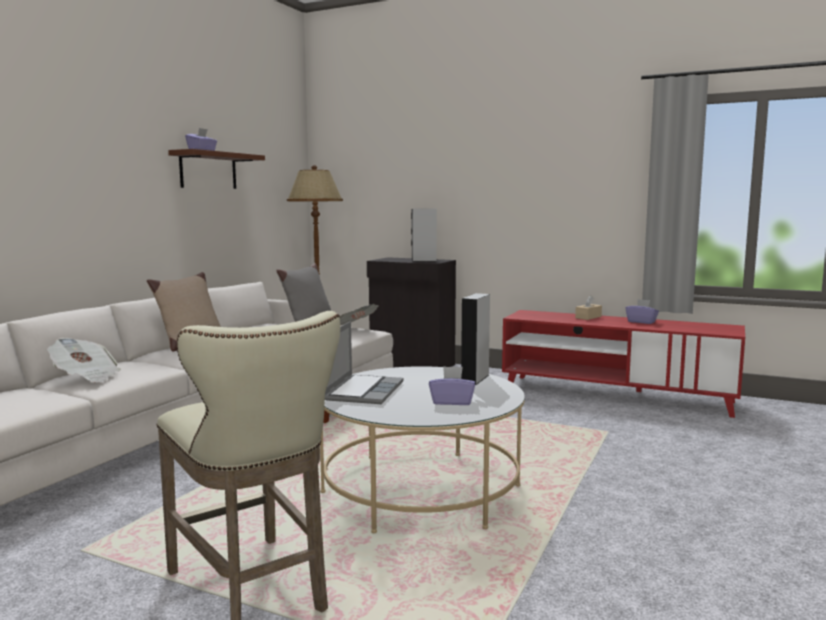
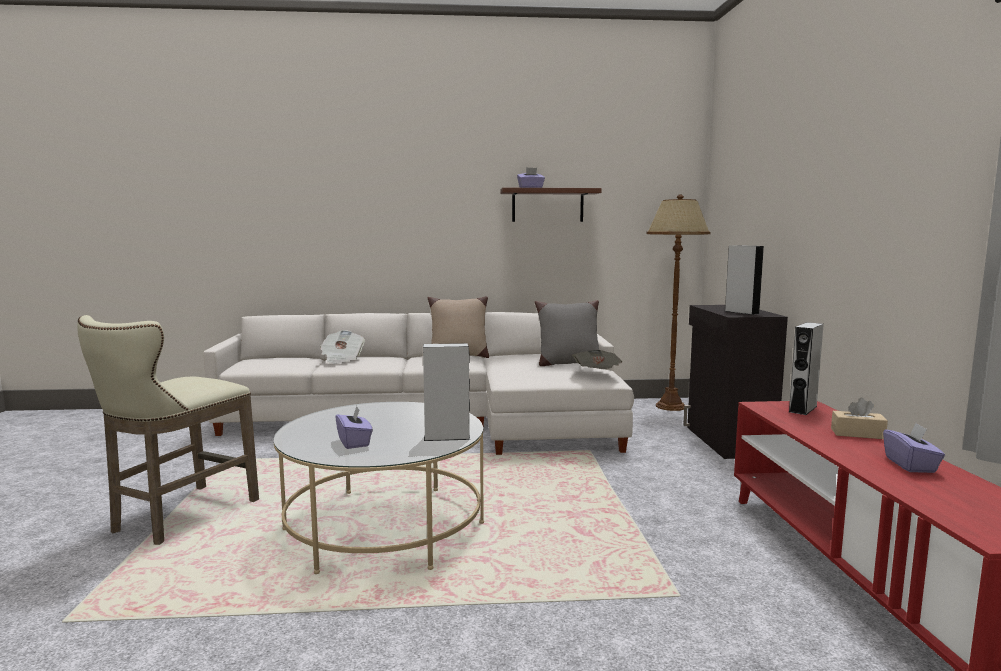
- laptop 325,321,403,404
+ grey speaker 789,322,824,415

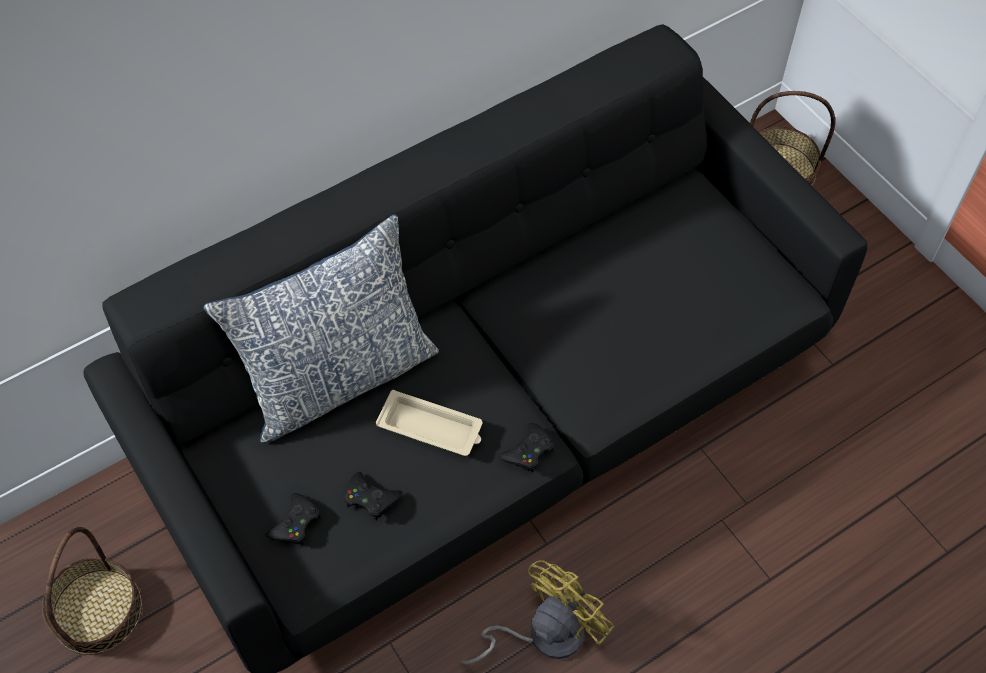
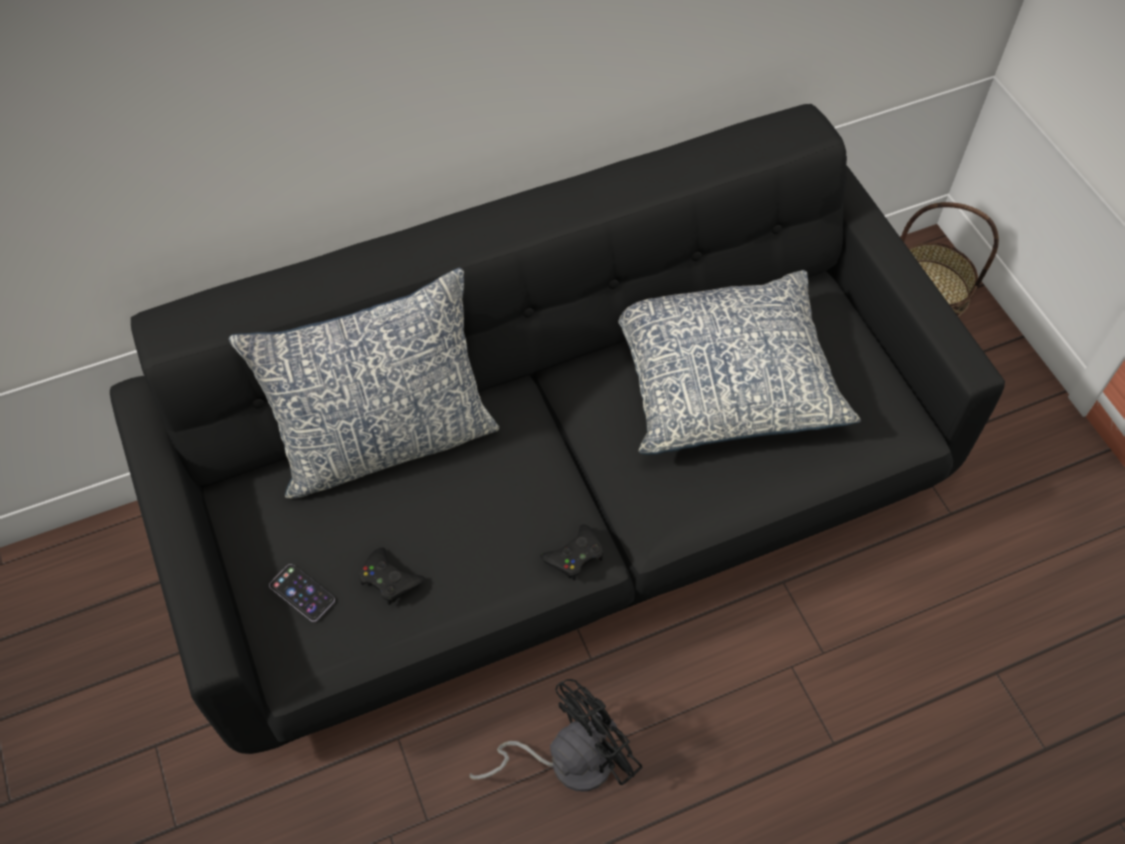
- beige tray 376,390,483,456
~ black game controller 265,493,321,545 to phone 269,564,335,622
- basket 42,527,143,655
~ yellow fan 461,560,614,665 to black fan 469,679,643,792
+ pillow 619,270,861,455

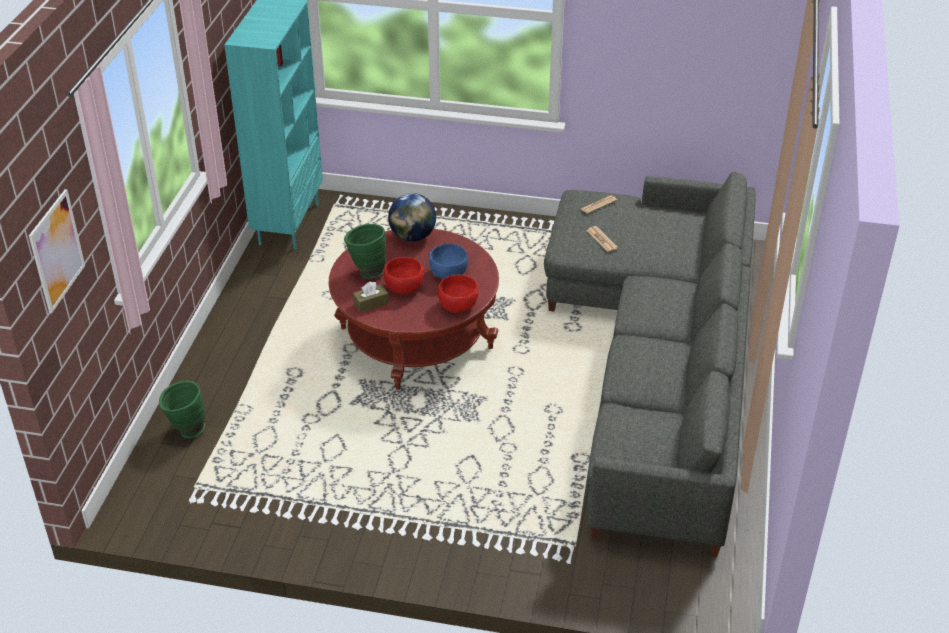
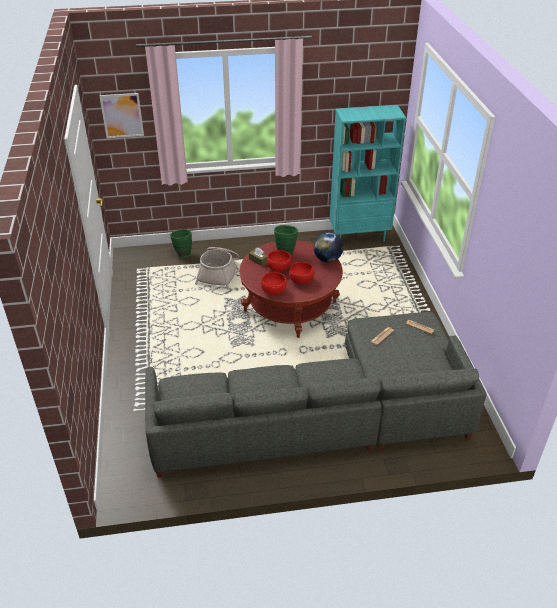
~ blue bowl 429,243,468,279 to red bowl 289,262,314,284
+ basket 195,247,239,290

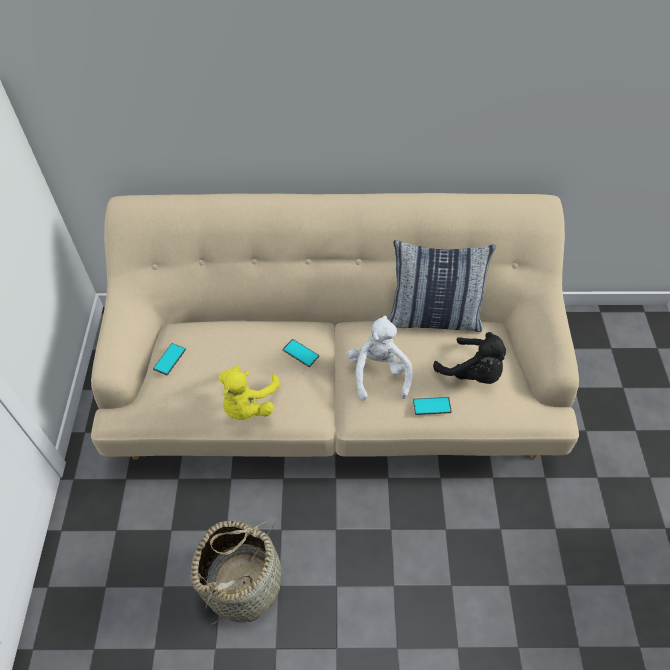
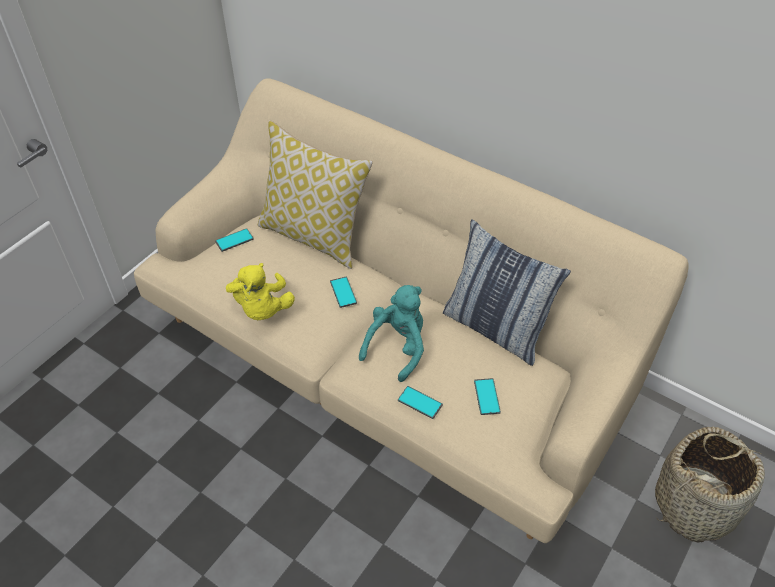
~ white plush toy 347,316,413,401 to turquoise plush toy 359,285,424,382
~ black plush toy 433,332,506,384 to phone 474,378,501,415
~ yellow plush toy 219,365,281,420 = 226,263,295,320 60 degrees counterclockwise
~ basket 190,520,281,625 to 655,427,765,542
+ pillow 258,121,373,269

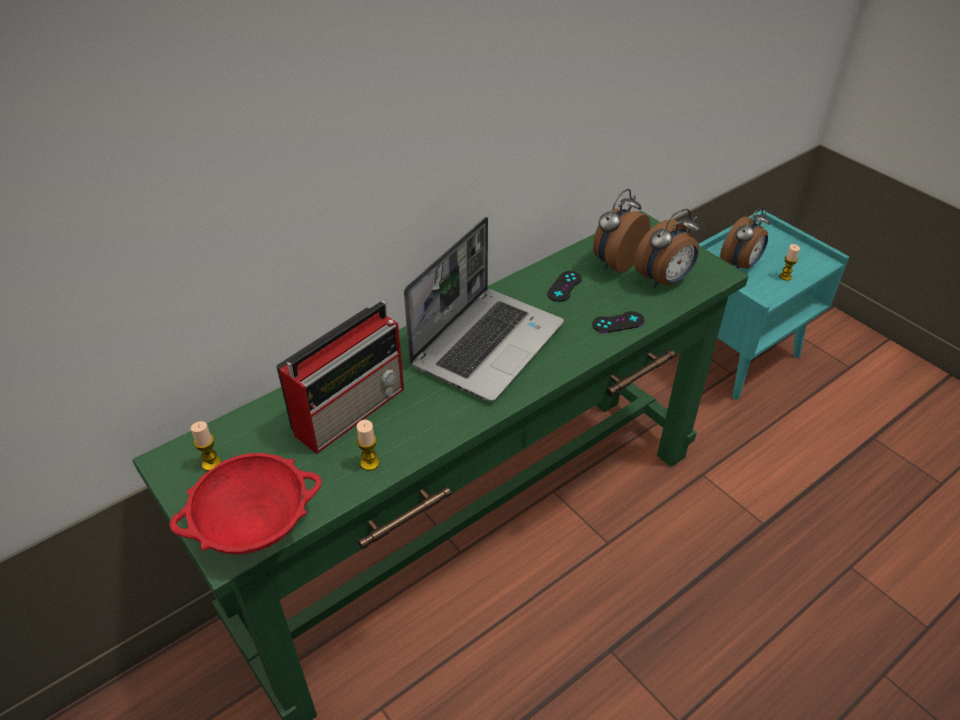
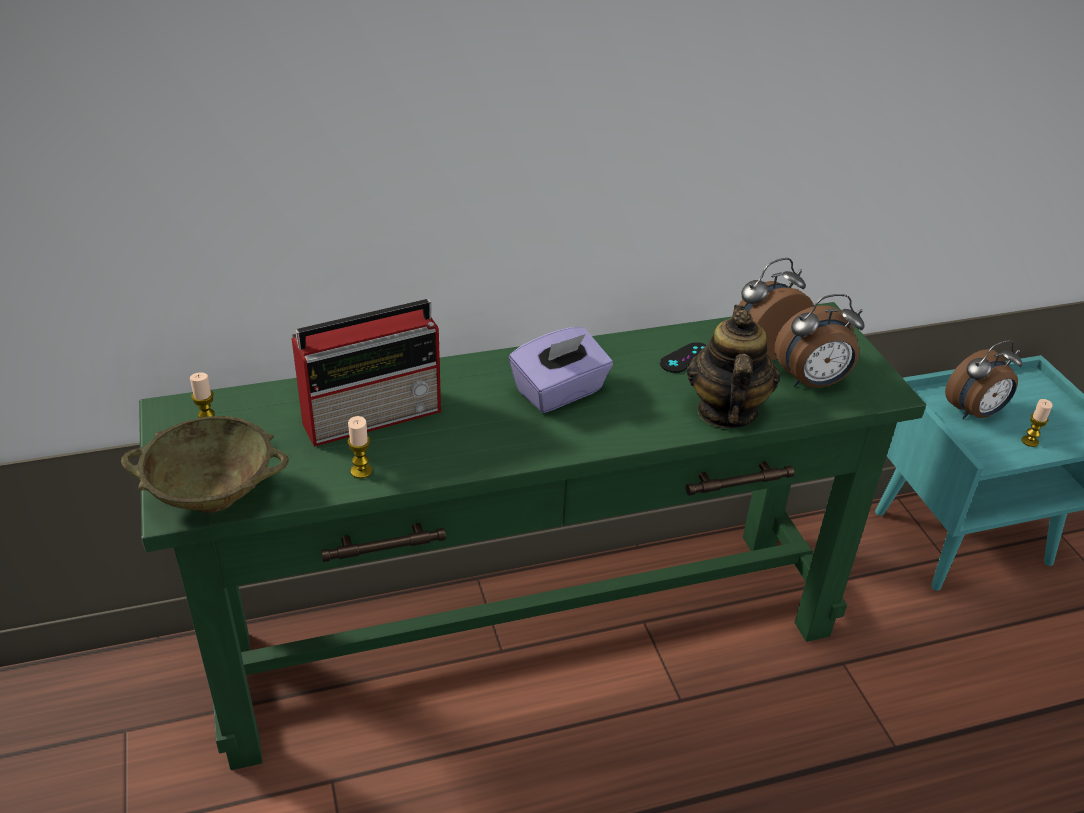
~ laptop 404,217,564,402 to purple tissue box 509,327,613,413
~ black game controller 592,311,645,333 to teapot 687,305,780,428
~ red bowl 169,453,322,554 to beige bowl 121,416,289,513

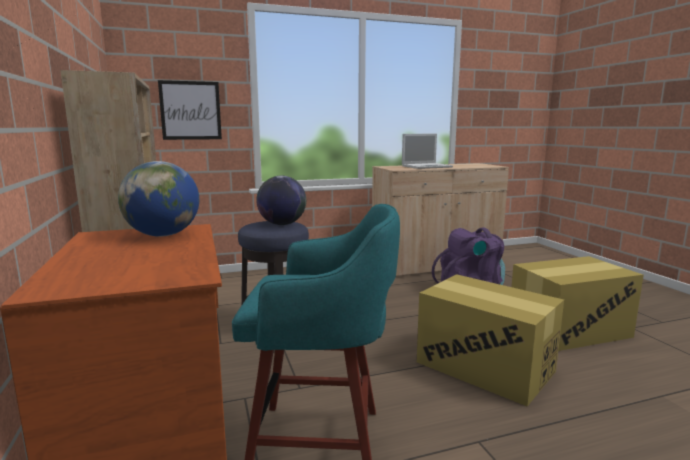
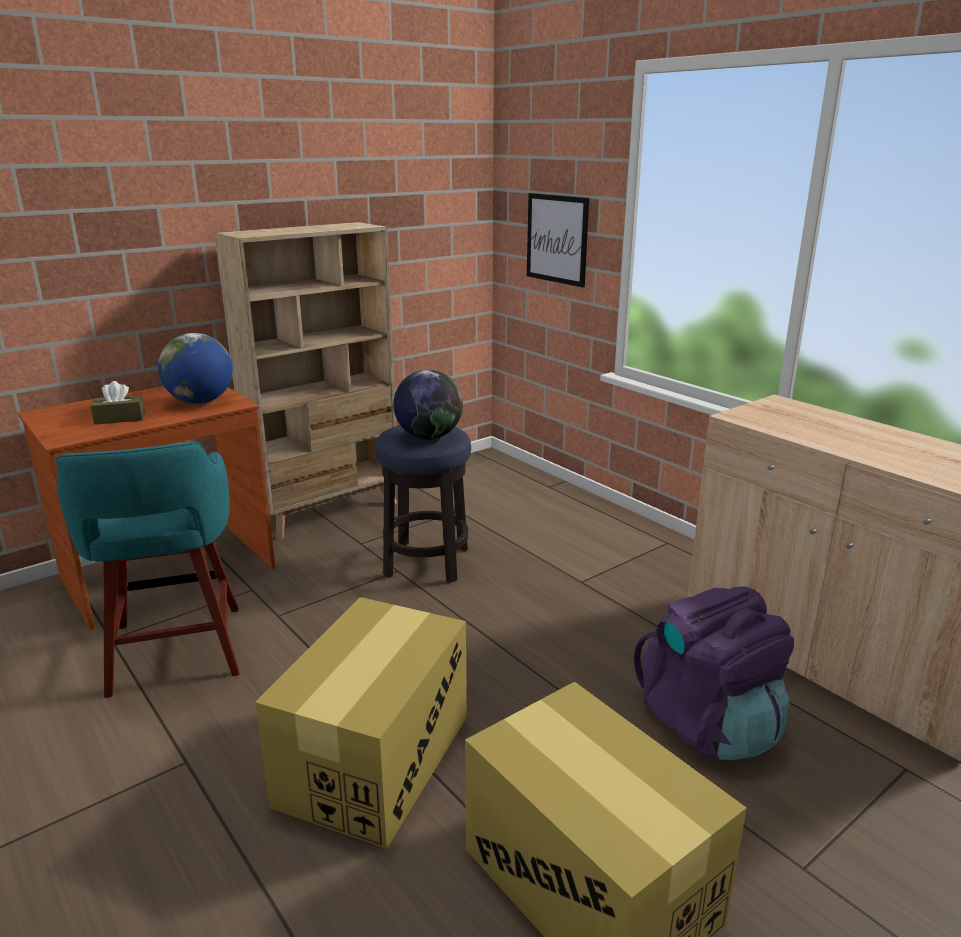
- laptop 402,134,453,169
+ brown tissue box 90,381,145,425

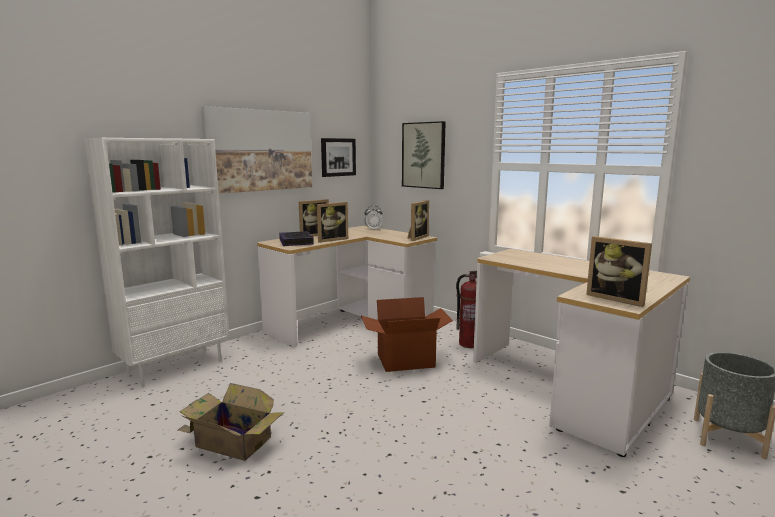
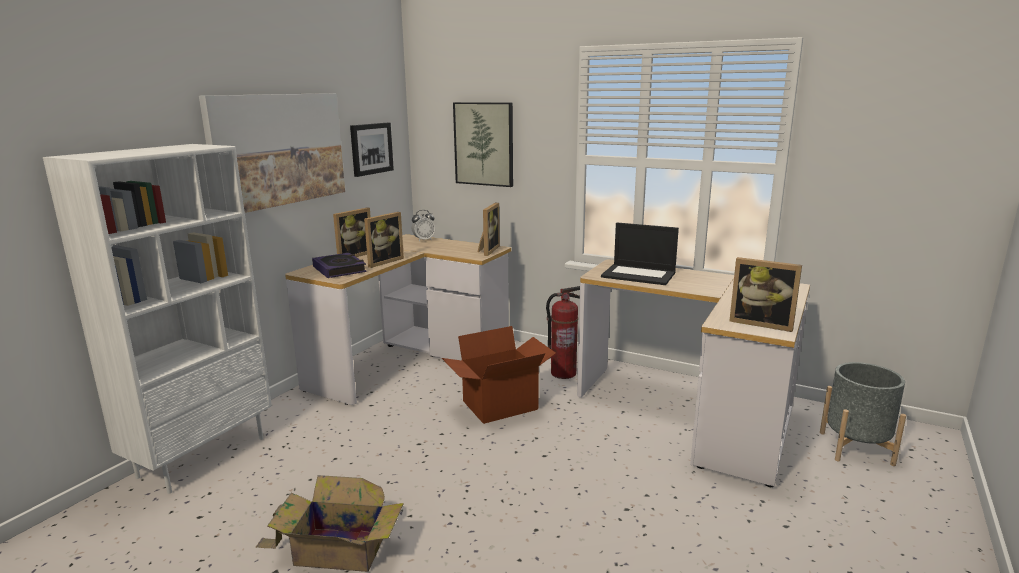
+ laptop 601,223,679,285

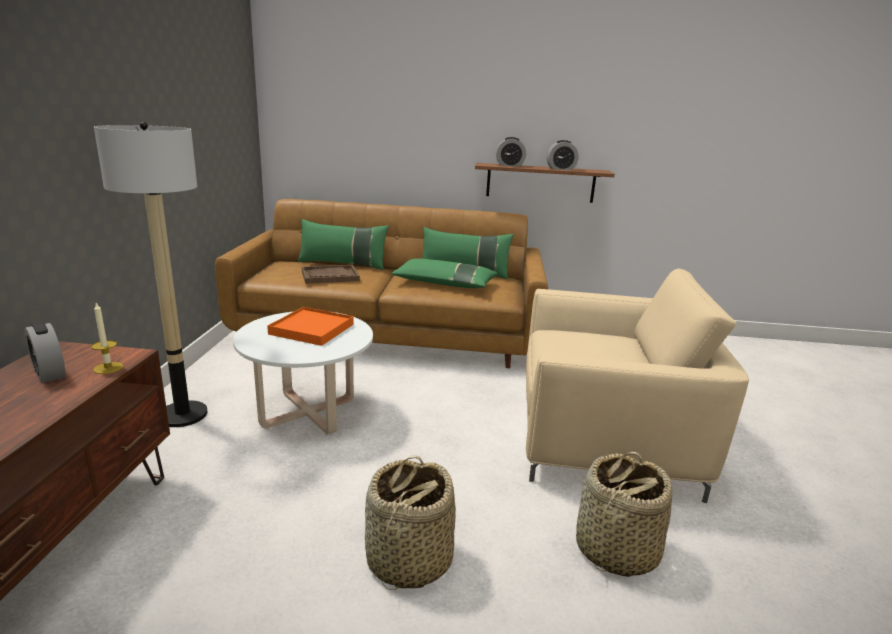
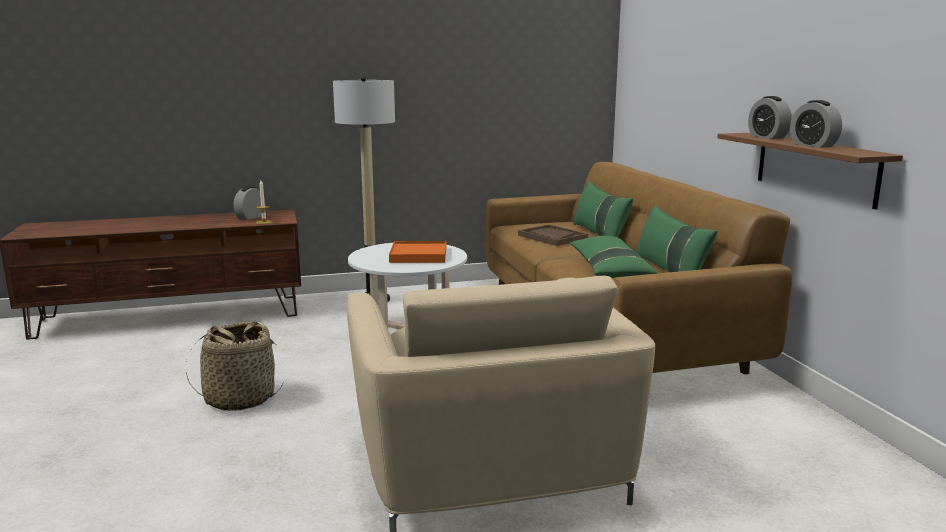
- basket 576,452,672,577

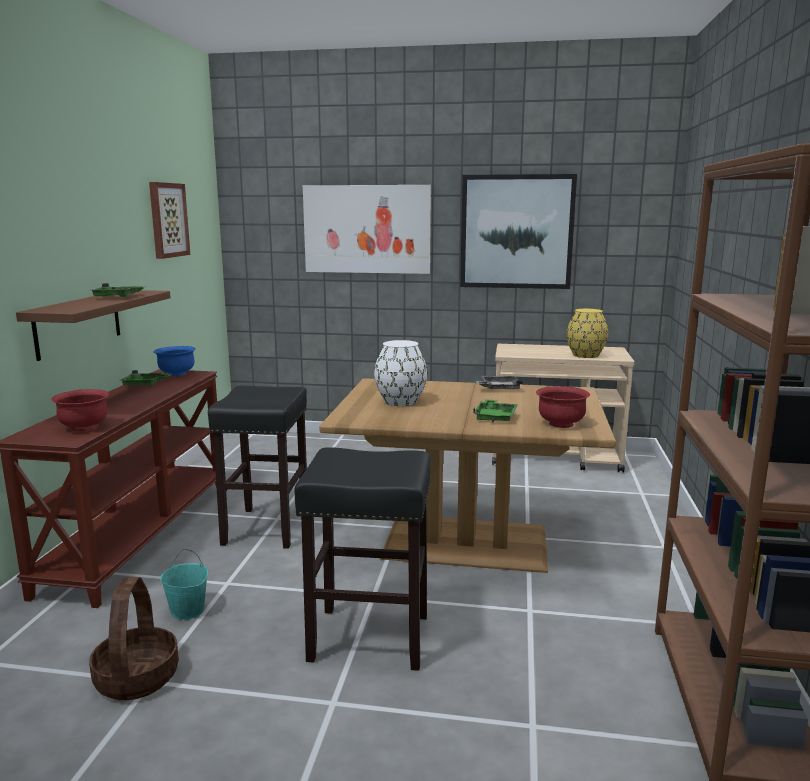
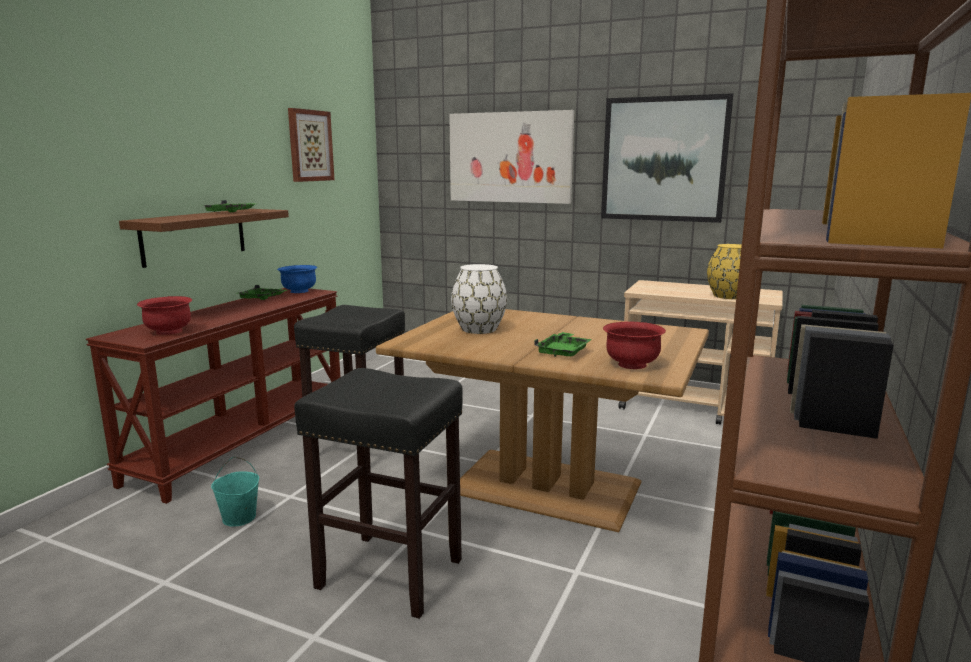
- grey tray 476,376,523,389
- basket 89,577,179,700

